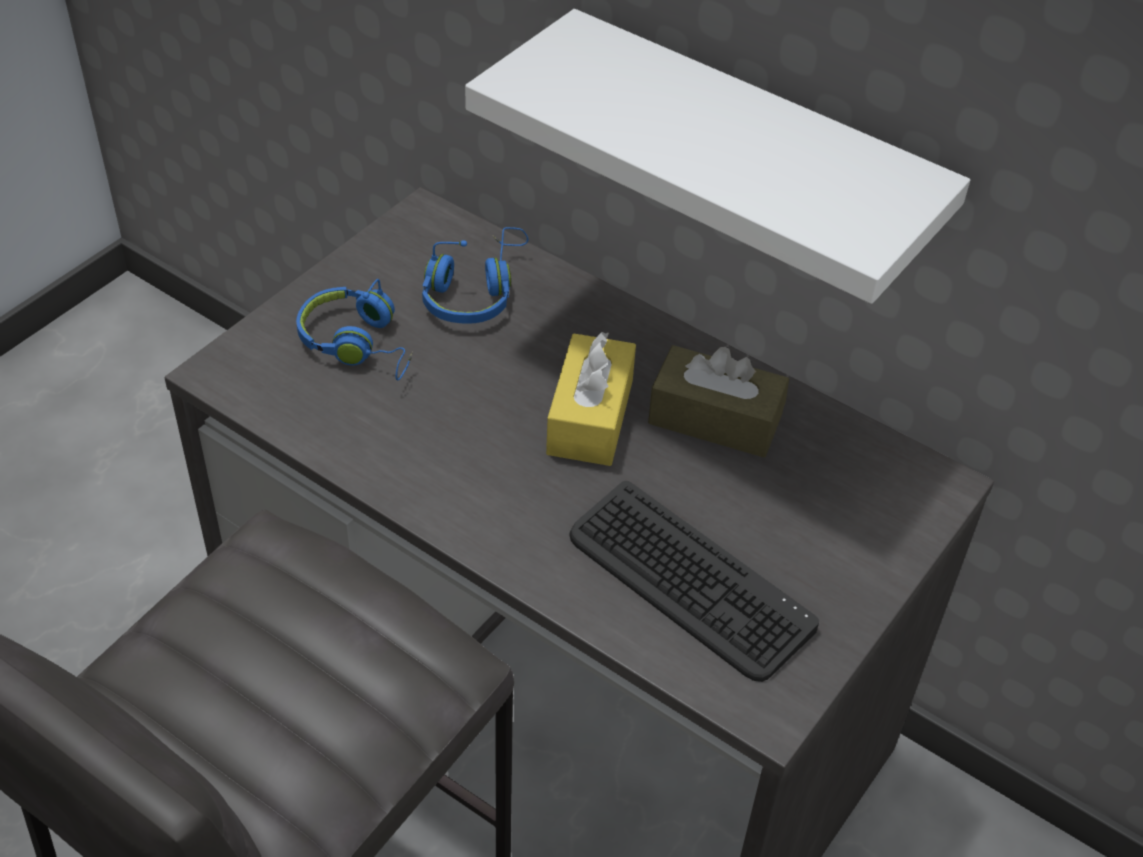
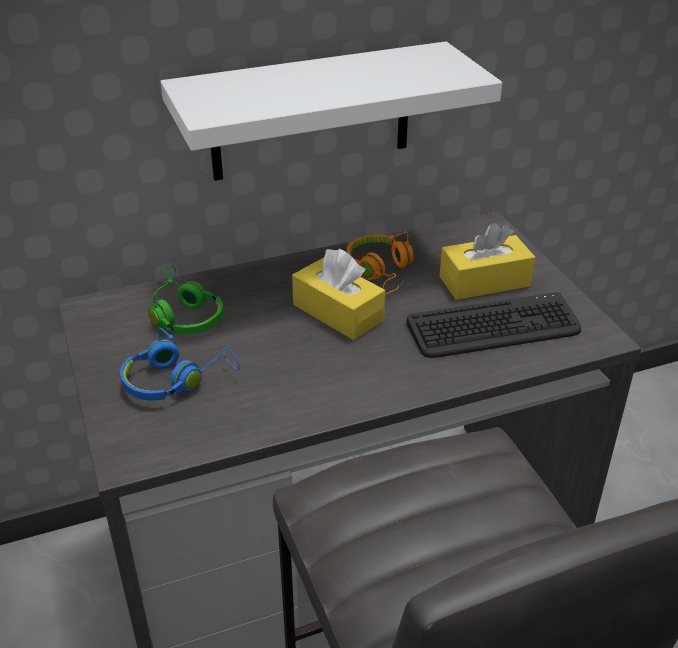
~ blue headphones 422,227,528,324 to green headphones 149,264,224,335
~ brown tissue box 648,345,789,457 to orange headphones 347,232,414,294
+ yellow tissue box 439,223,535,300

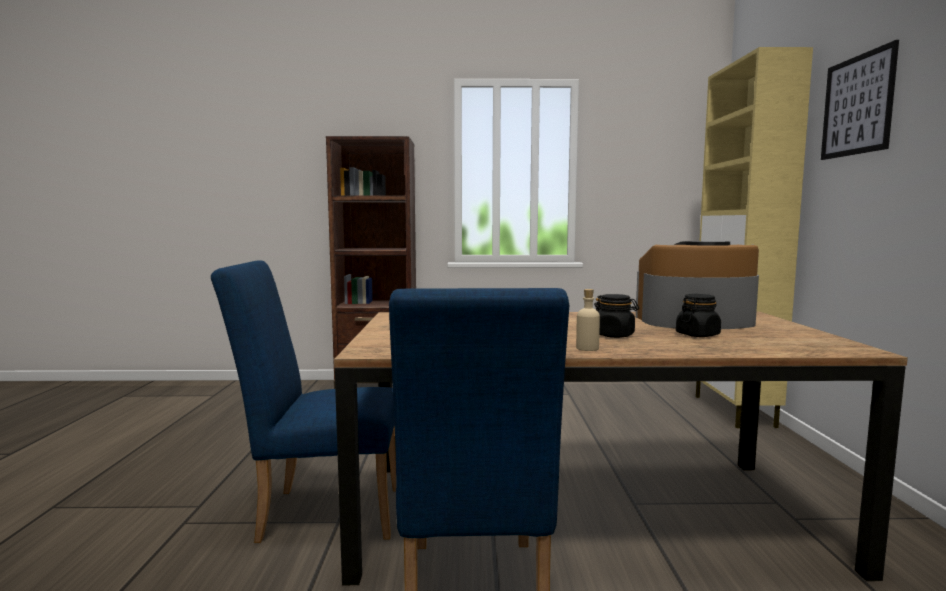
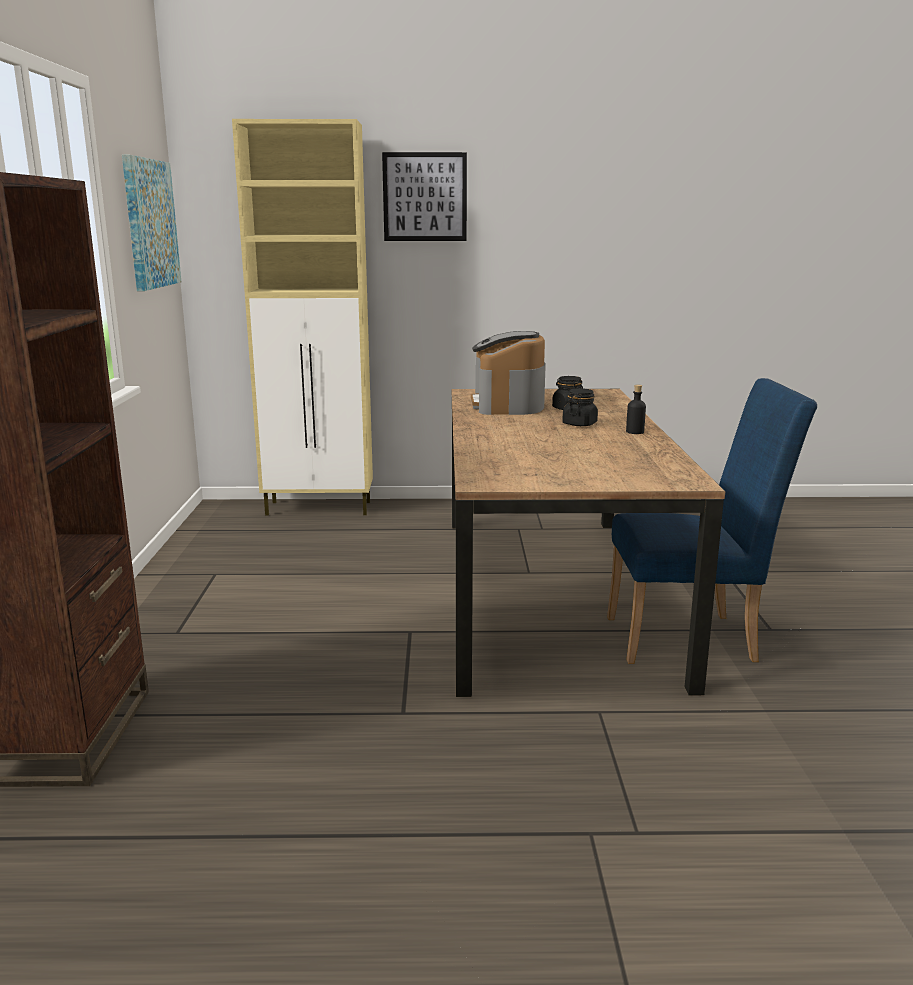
- blue chair 211,260,396,543
~ beige bottle 576,289,600,351 to black bottle 626,385,646,434
+ picture 122,155,181,291

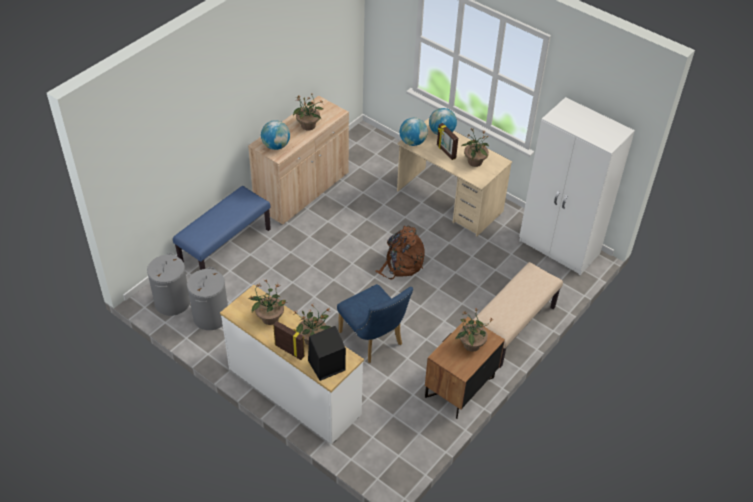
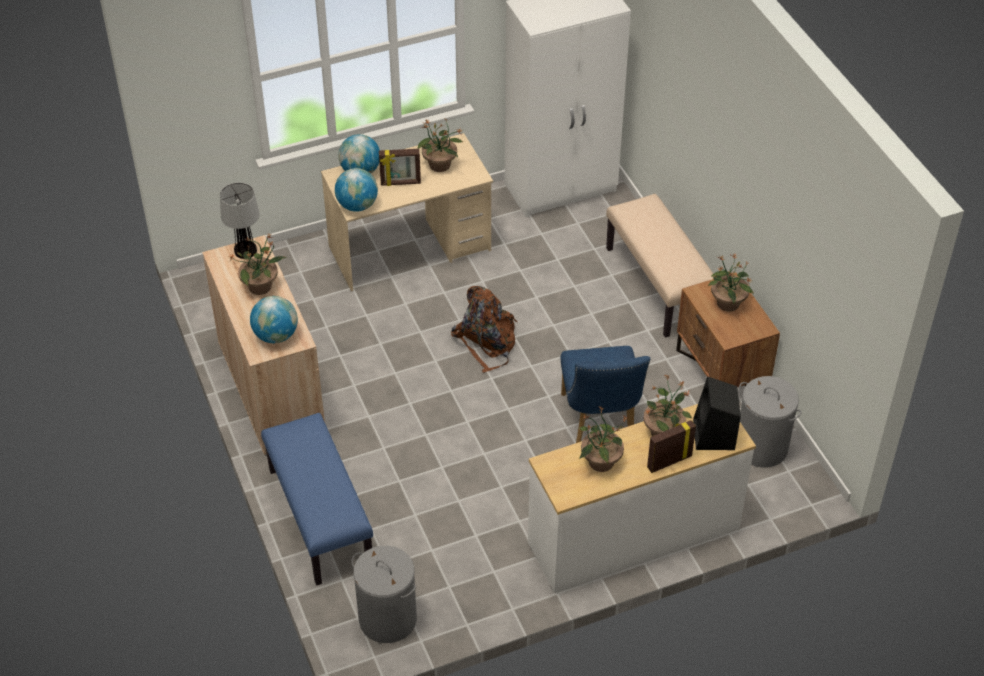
~ grey laundry basket 187,267,228,330 to 738,376,802,467
~ blue chair 337,284,413,363 = 561,346,650,443 90 degrees clockwise
+ table lamp 220,183,260,259

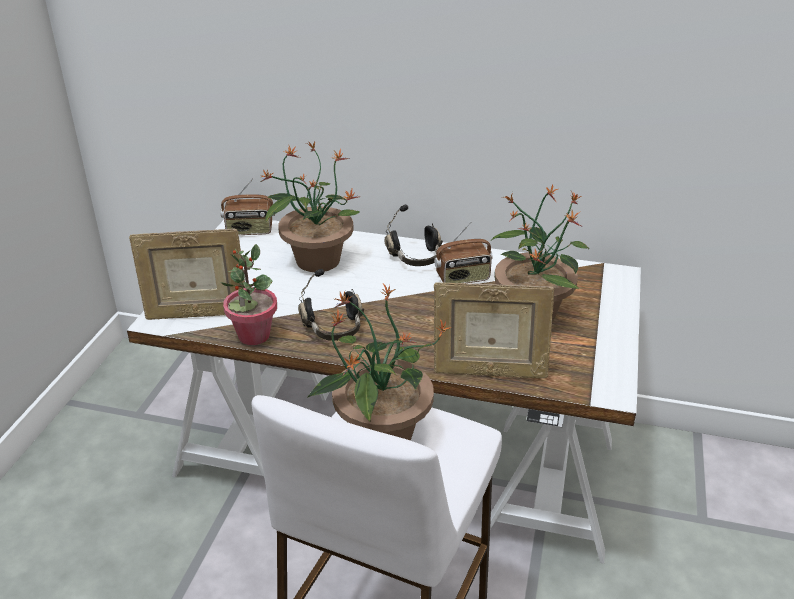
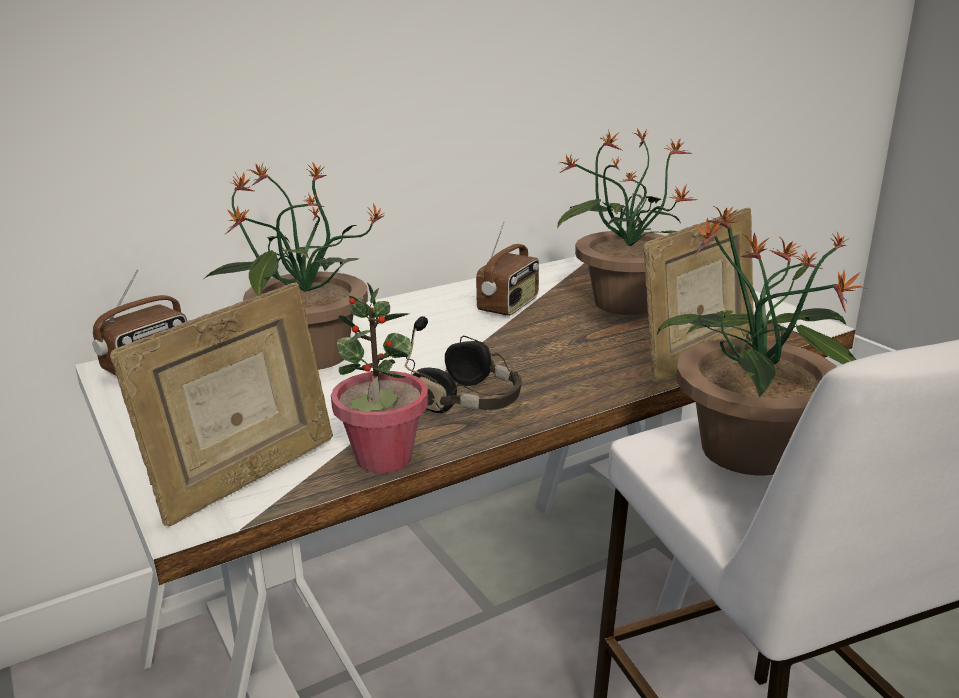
- black headphones 385,205,443,266

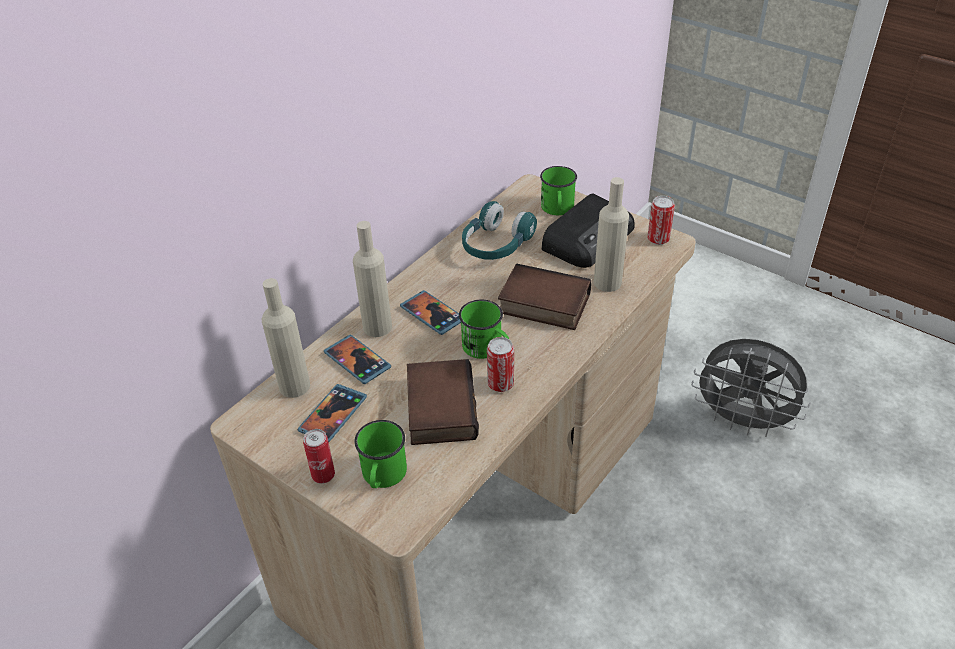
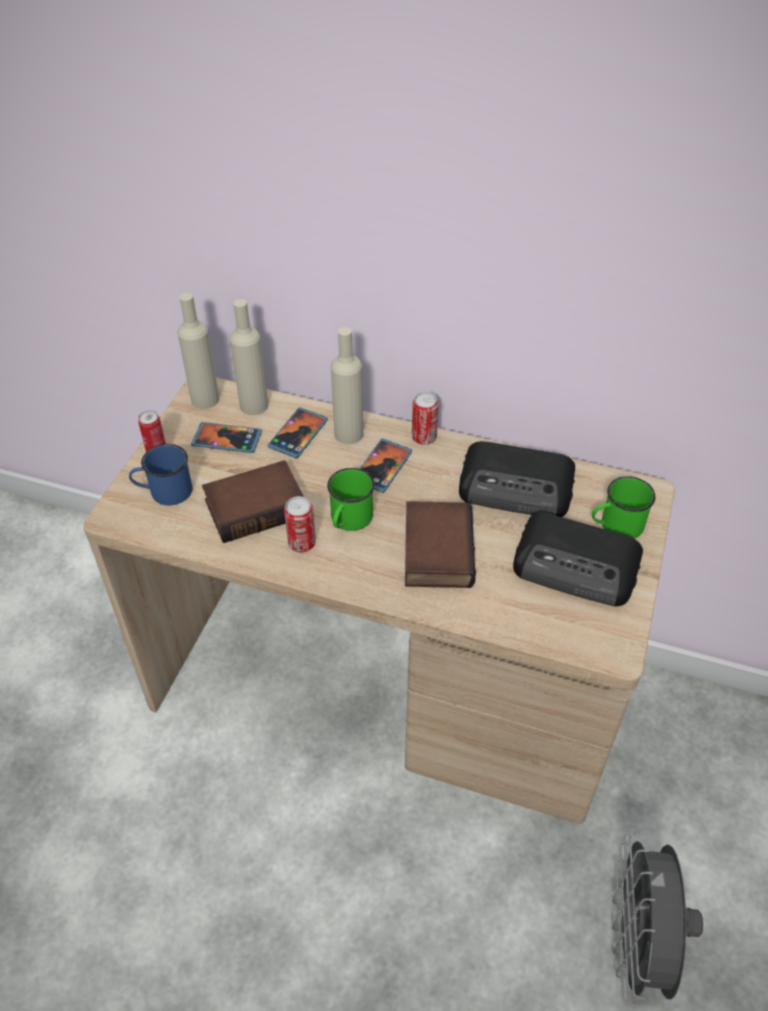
~ beige bottle 594,177,629,292 to 177,293,219,409
~ can 647,196,675,245 to 412,392,438,445
~ turquoise headphones 462,201,537,260 to radio 459,441,575,517
~ green mug 354,420,407,488 to blue mug 129,444,192,505

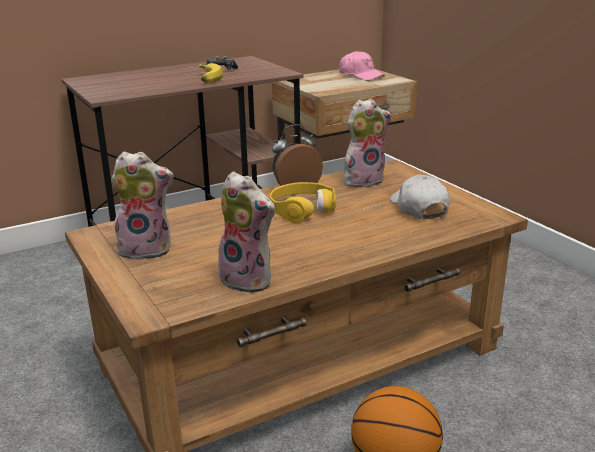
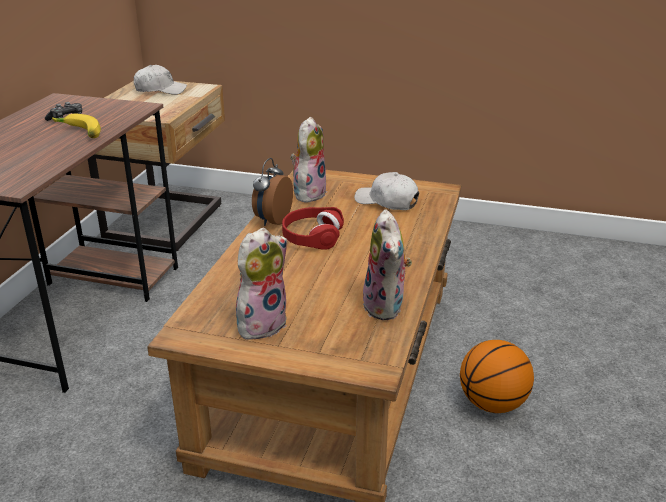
~ pink cap 339,51,385,81 to white cap 134,65,187,95
~ plush toy 218,172,275,294 = 363,209,412,320 90 degrees clockwise
~ yellow headphones 269,182,336,223 to red headphones 282,207,344,250

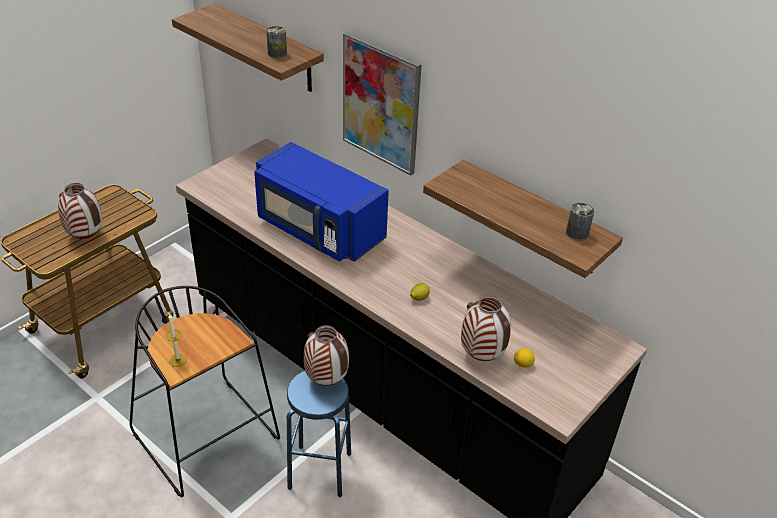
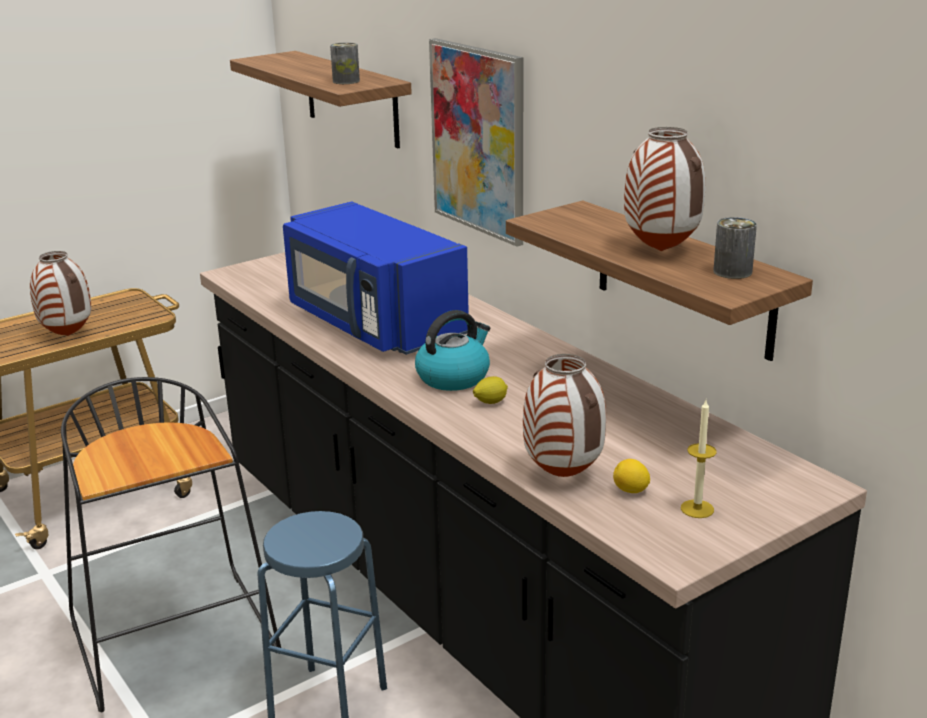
~ candle 166,314,187,367 to 681,400,717,518
~ vase 304,325,349,386 to 624,127,705,251
+ kettle 415,310,491,391

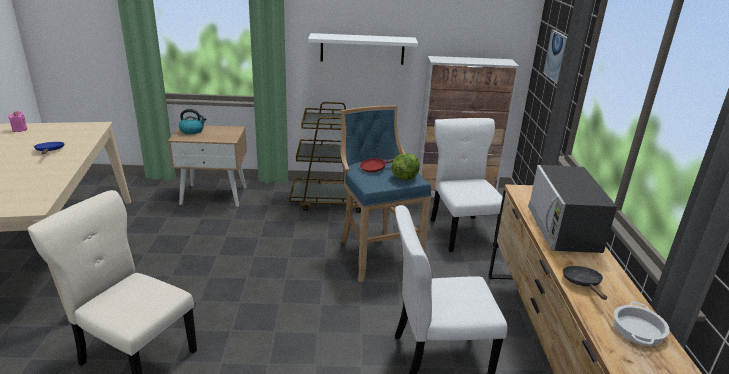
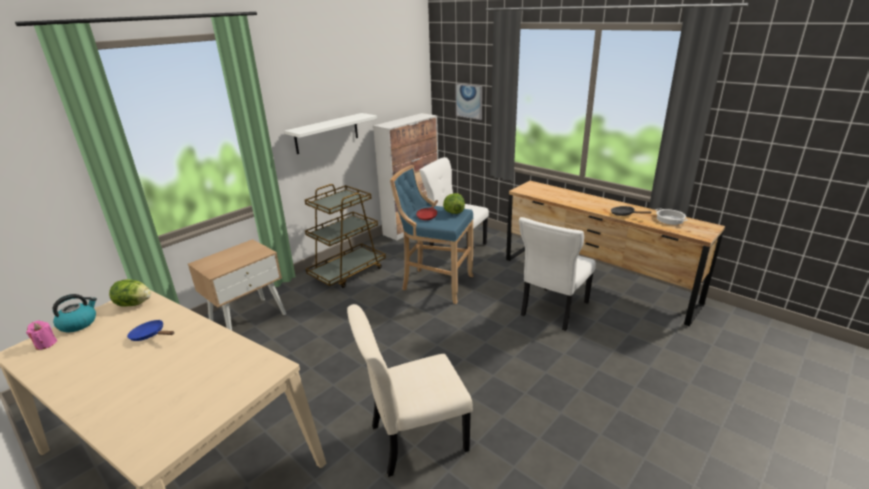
~ kettle 179,109,206,134 to 52,294,97,332
- microwave 528,165,617,253
+ lettuce 109,279,151,306

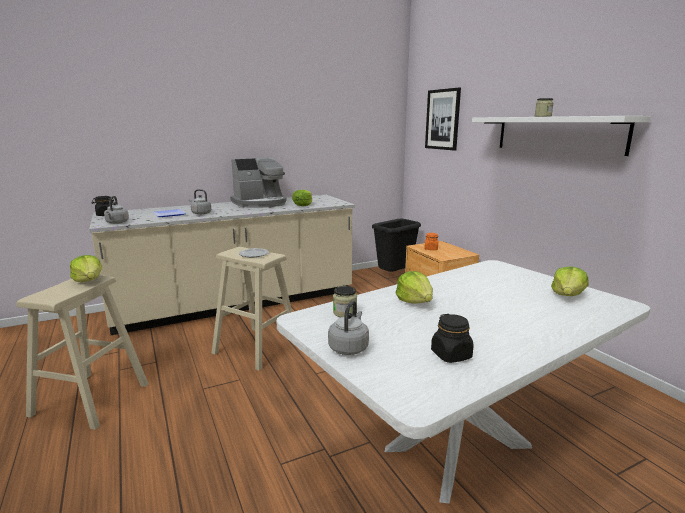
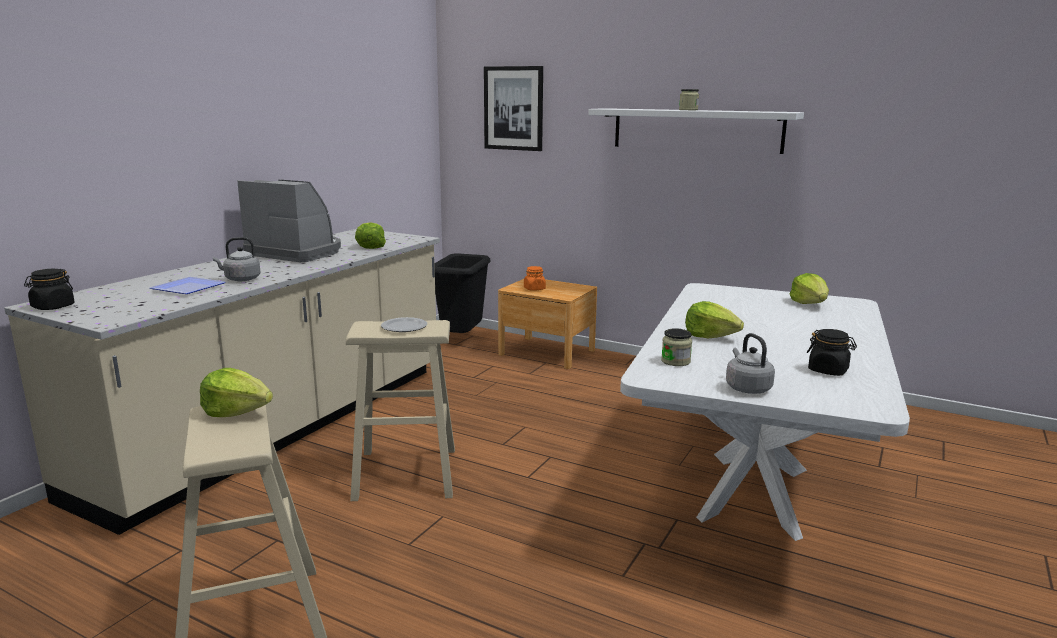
~ coffee machine 230,158,286,208 = 237,180,341,262 90 degrees counterclockwise
- grey kettle 104,196,129,224

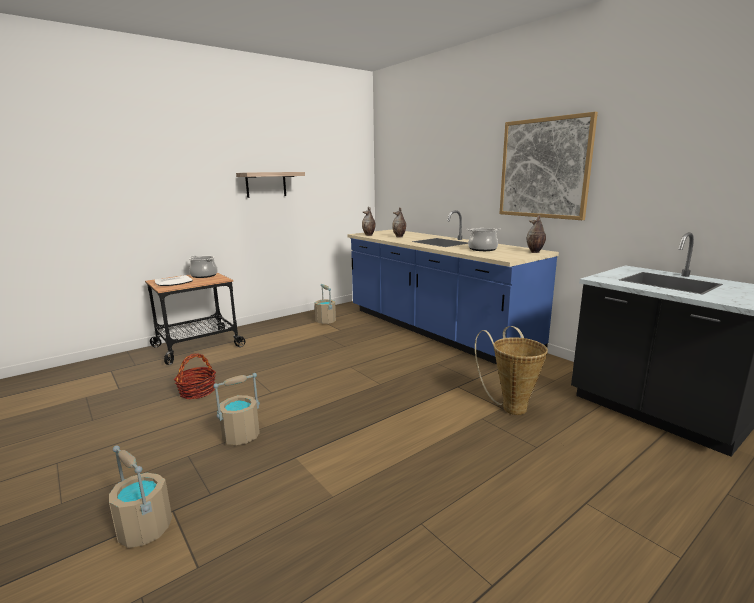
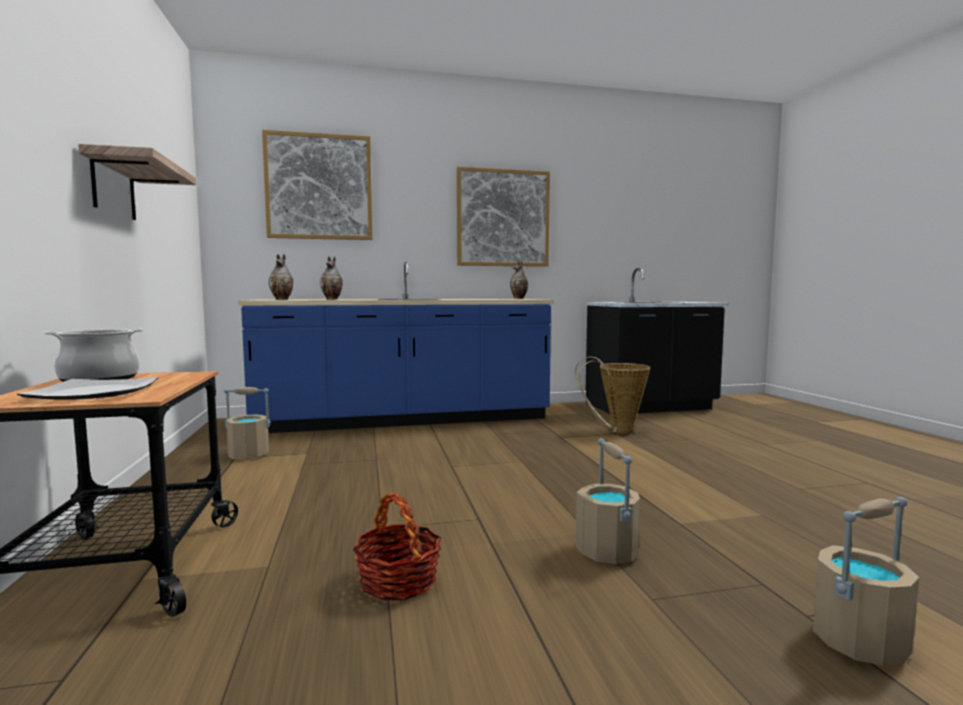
- cooking pot 467,228,501,251
+ picture 262,130,372,240

